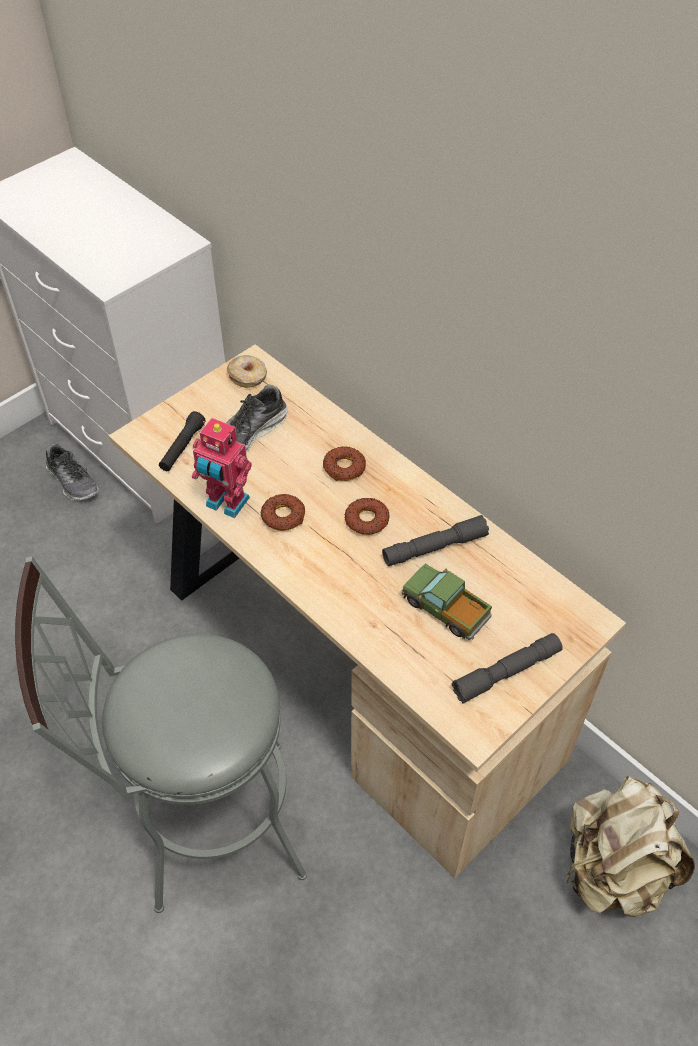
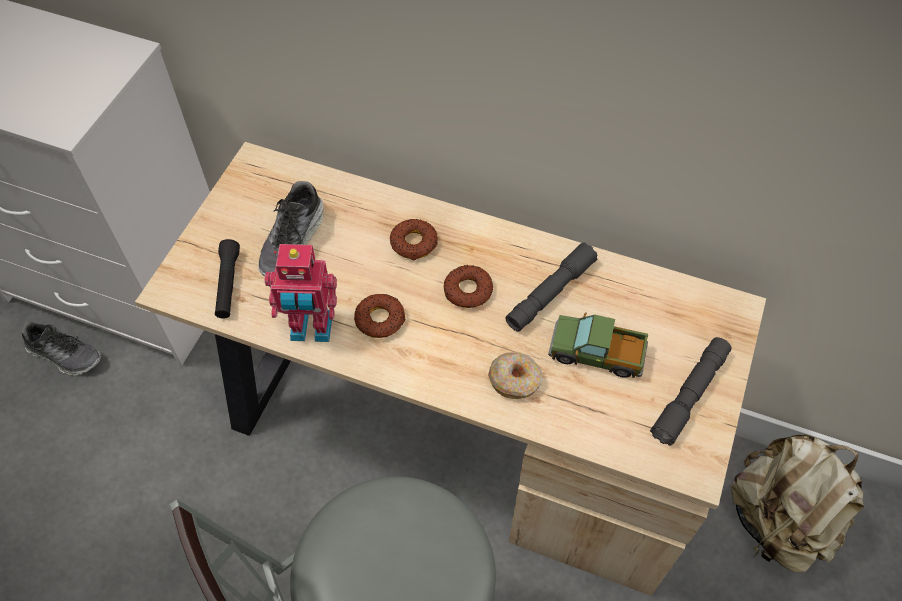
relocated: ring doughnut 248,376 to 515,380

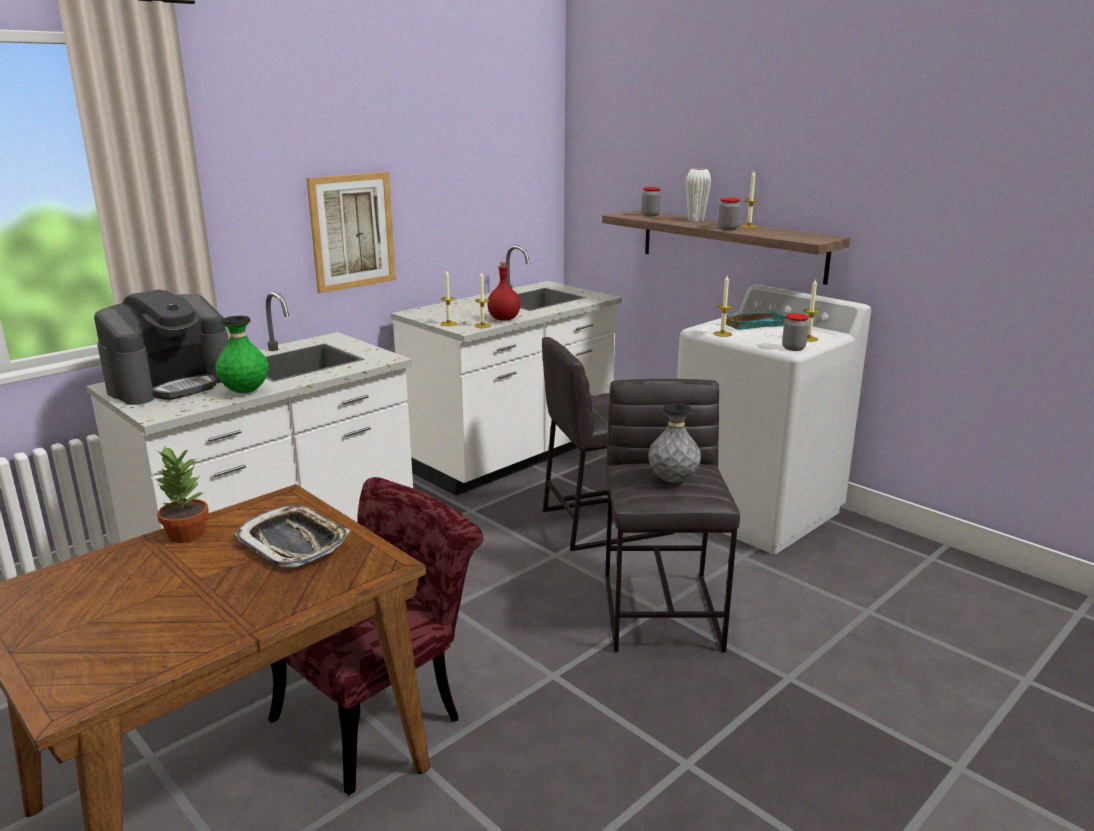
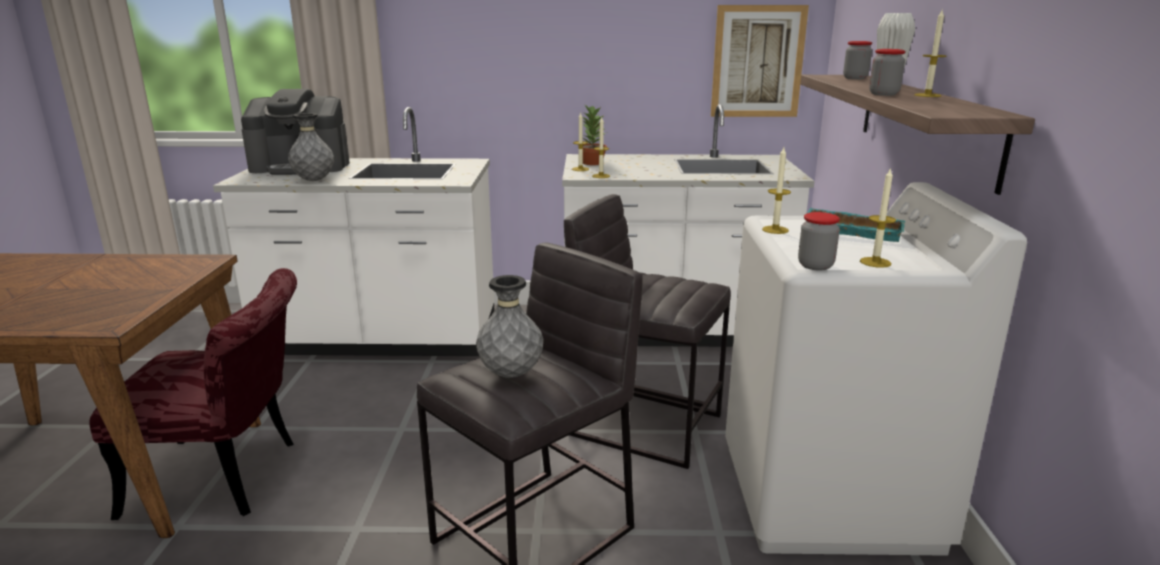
missing: tray 294,543; beverage bottle in red-coloured 504,319
relocated: houseplant 186,534 to 592,163; wall picture 352,231 to 757,62
colour: flower vase in green-coloured 245,392 to flower vase in grey 314,180

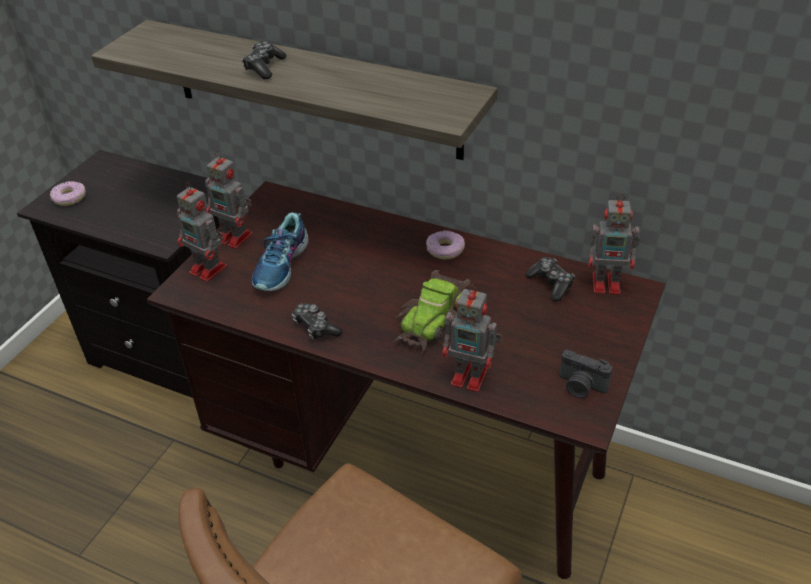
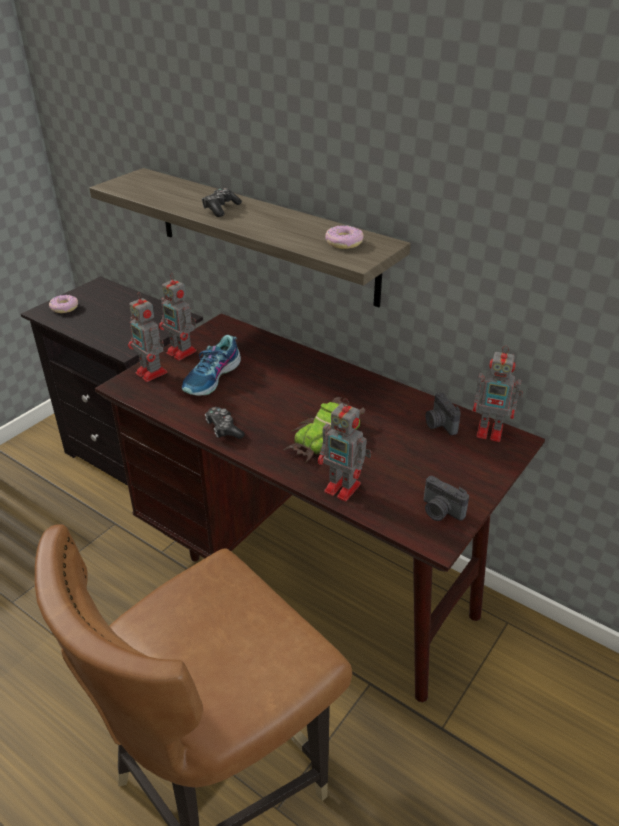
relocated: ring doughnut 445,250 to 344,243
exchanged: game controller 551,284 to still camera 439,424

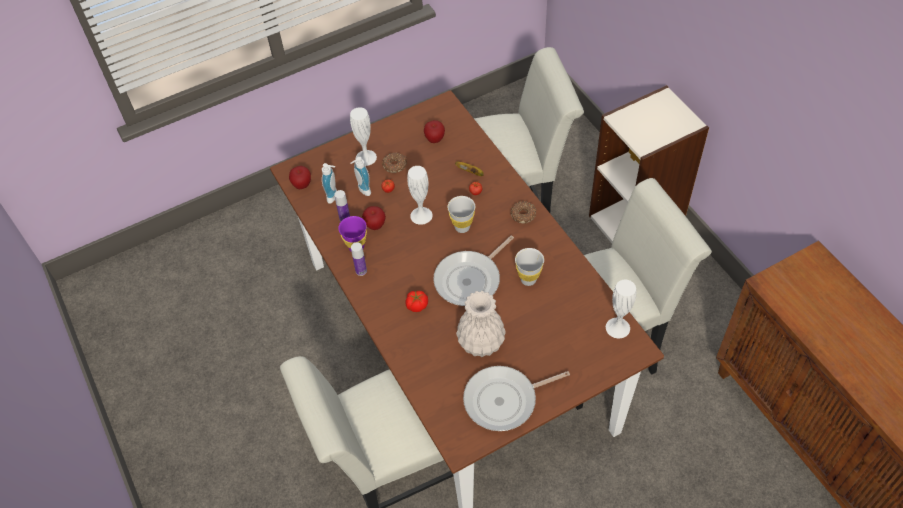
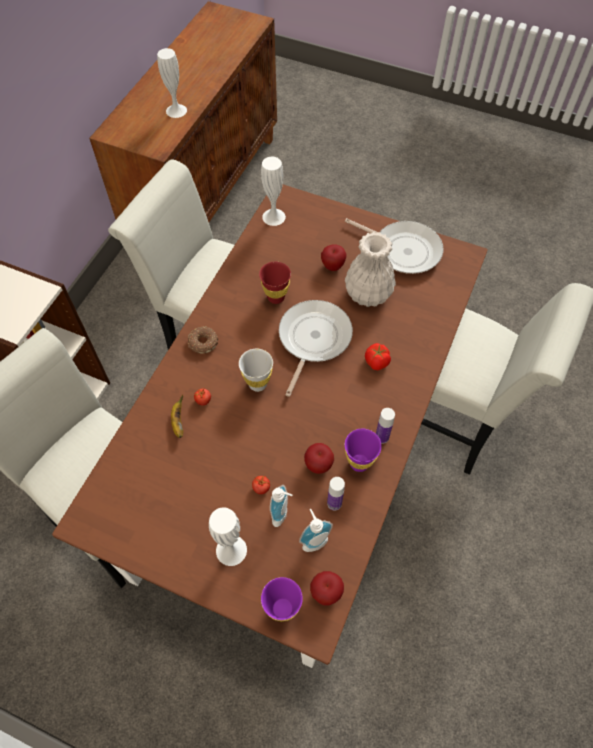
missing: ring doughnut 395,165
appeared: drinking cup in purple 282,609
relocated: flower vase in whitish 421,215 to 176,110; whole apple 434,139 to 332,266
colour: drinking cup in whitish 528,279 to drinking cup in red-coloured 276,297
spun: pan 470,279 = 313,339 75 degrees counterclockwise

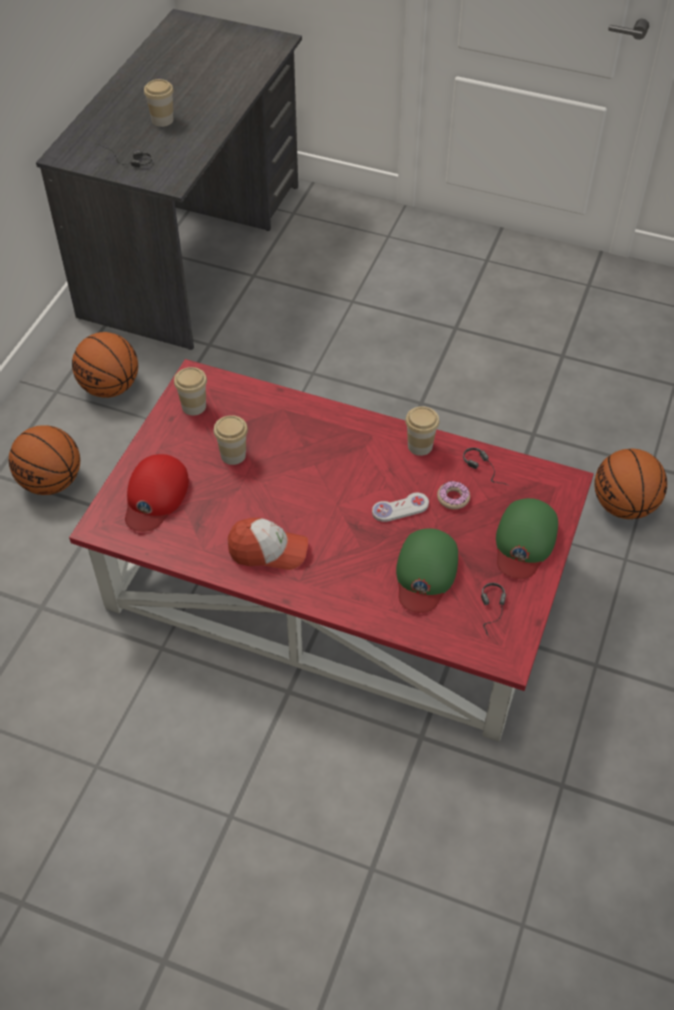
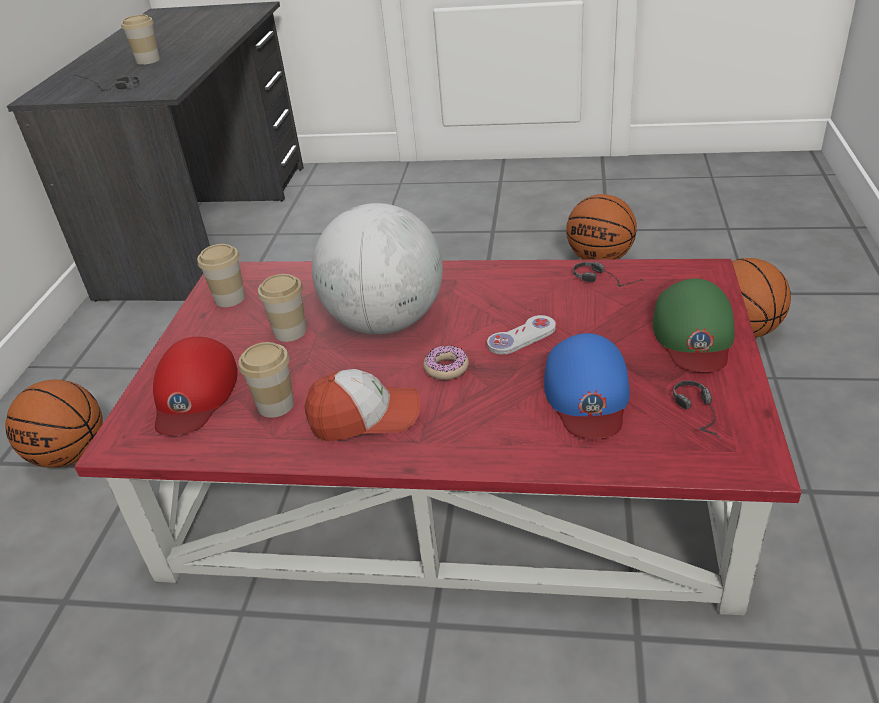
appeared: globe 385,322
relocated: ball for basketball 110,387 to 600,259; drinking cup 420,446 to 275,405; ring doughnut 453,498 to 446,368
colour: peaked cap in green-coloured 425,573 to peaked cap in blue 587,394

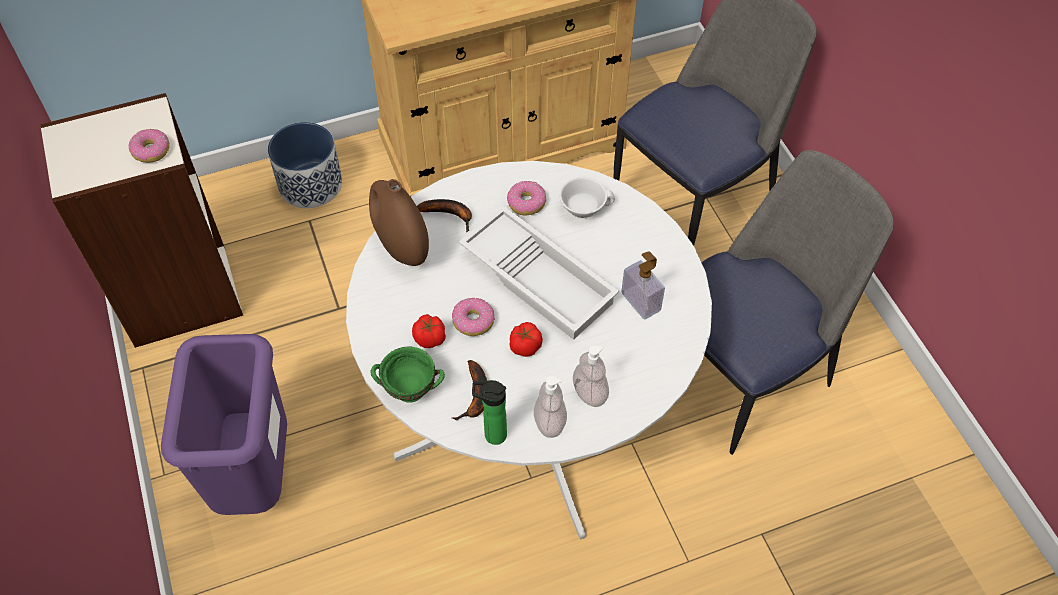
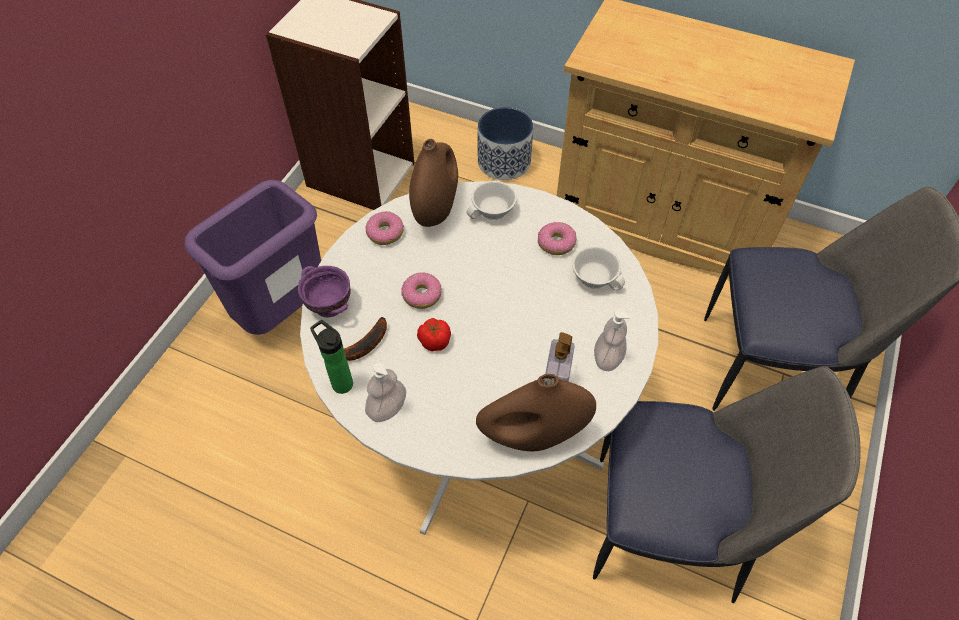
missing: fresh tomato 430,339; tray in whitish 540,278
appeared: flower vase in brown-coloured 532,437
relocated: ring doughnut 151,151 to 385,232; soap dispenser 590,393 to 607,358
exchanged: whole banana 450,214 to drinking cup in whitish 493,212
colour: serving bowl in green-coloured 411,389 to serving bowl in purple 329,307

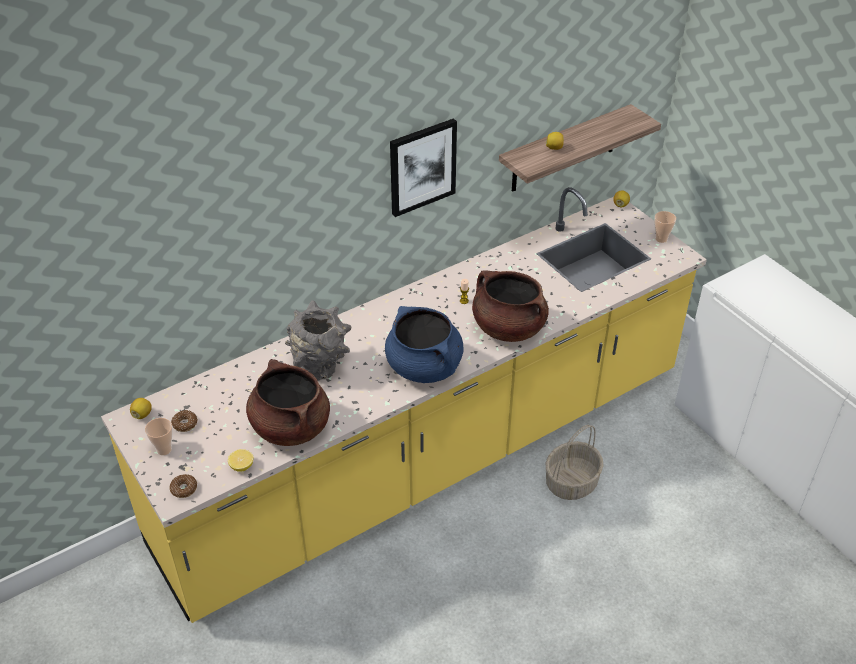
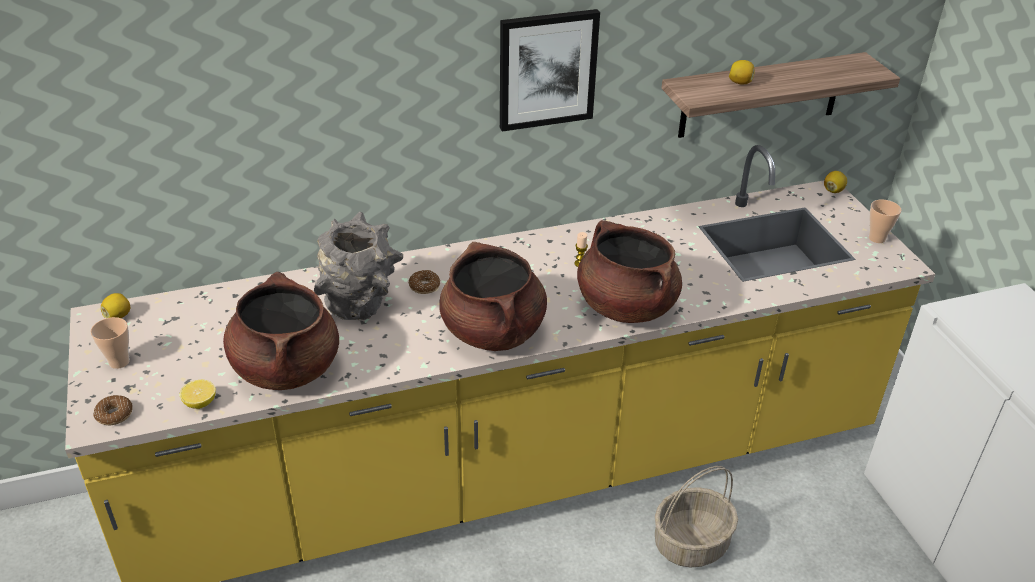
relocated: ring doughnut 185,424 to 424,286
colour: stockpot in blue 424,367 to stockpot in brown-coloured 493,331

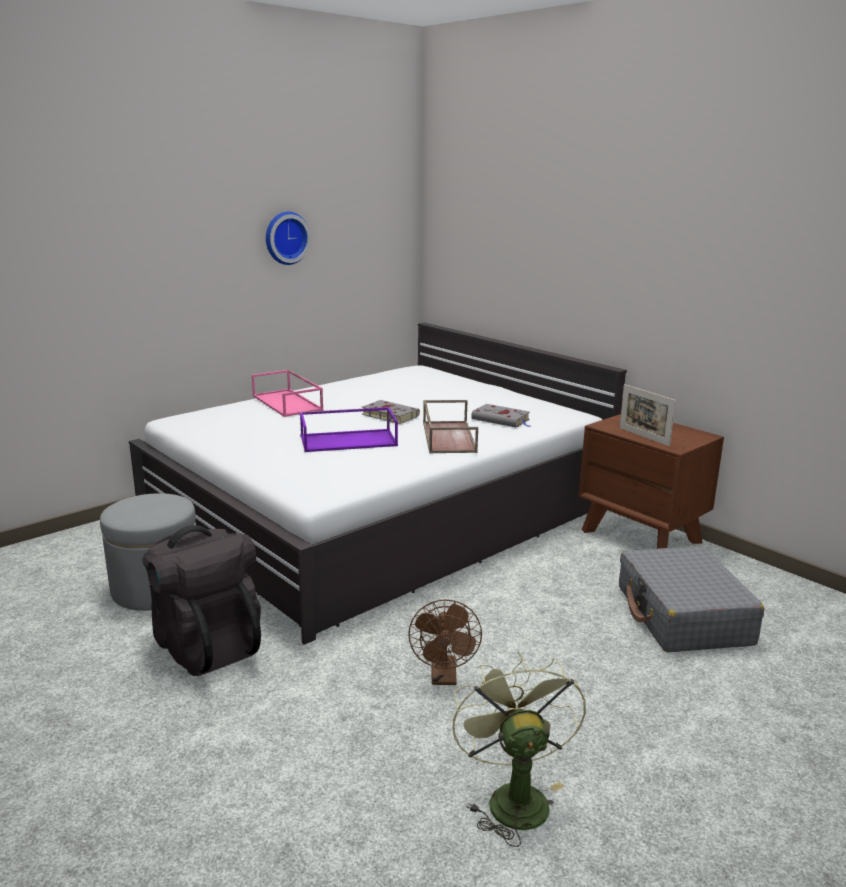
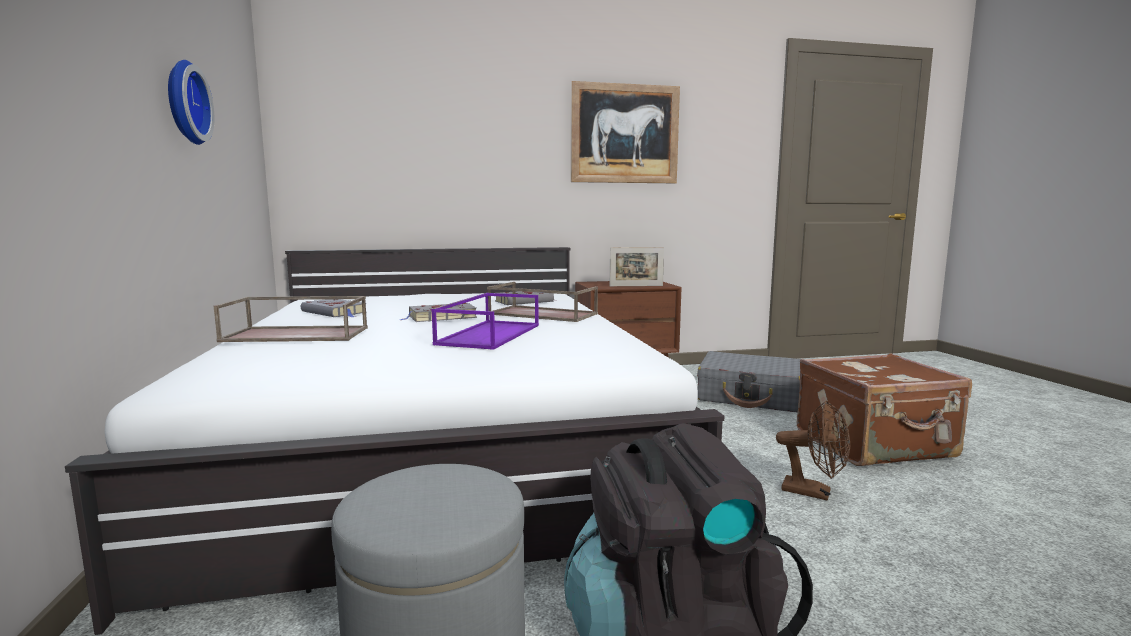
missing: cooling fan in green-coloured 512,796
appeared: book in grey 335,312; wall picture 624,134; piece of luggage in brown-coloured 875,445
colour: tray in pink 288,403 to tray in brown-coloured 298,334

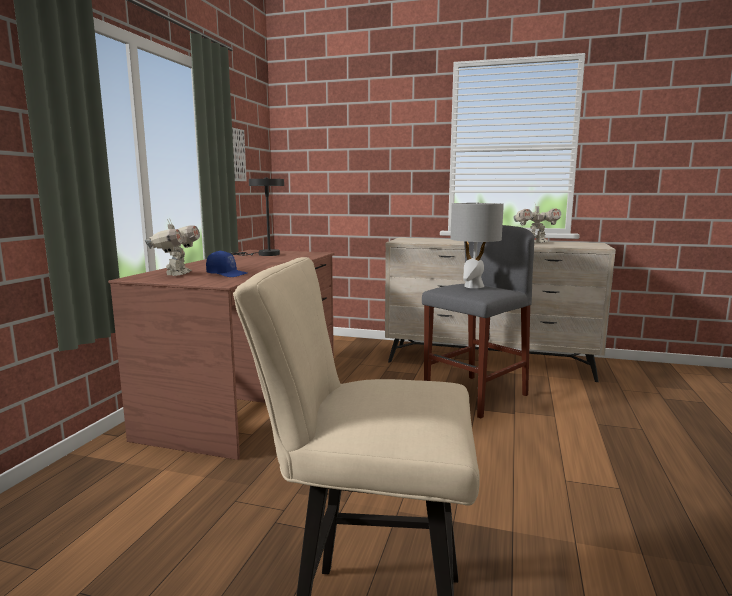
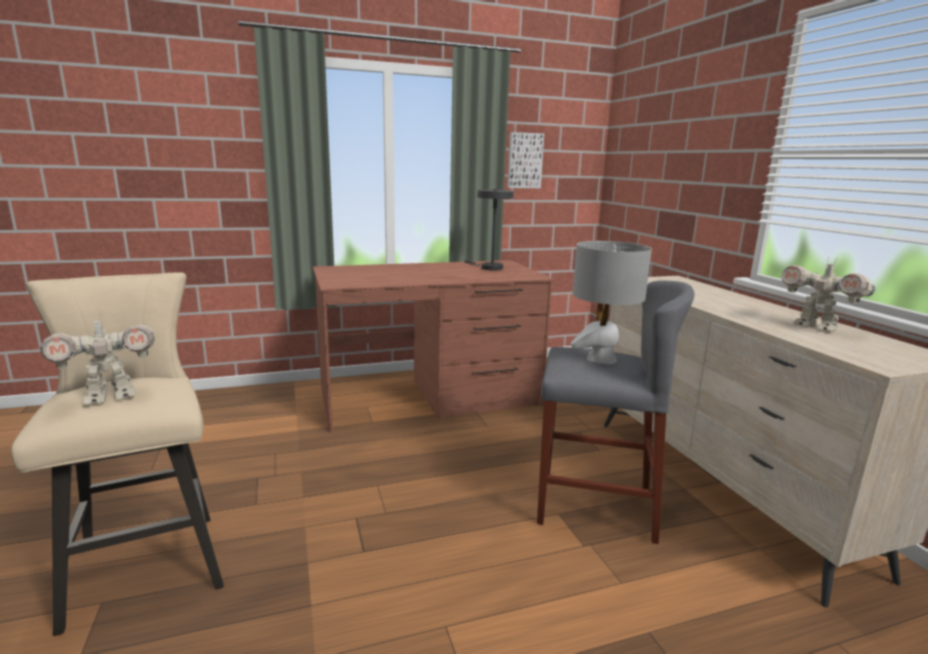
missing: peaked cap in blue 227,274
relocated: model robot 177,274 to 110,396

